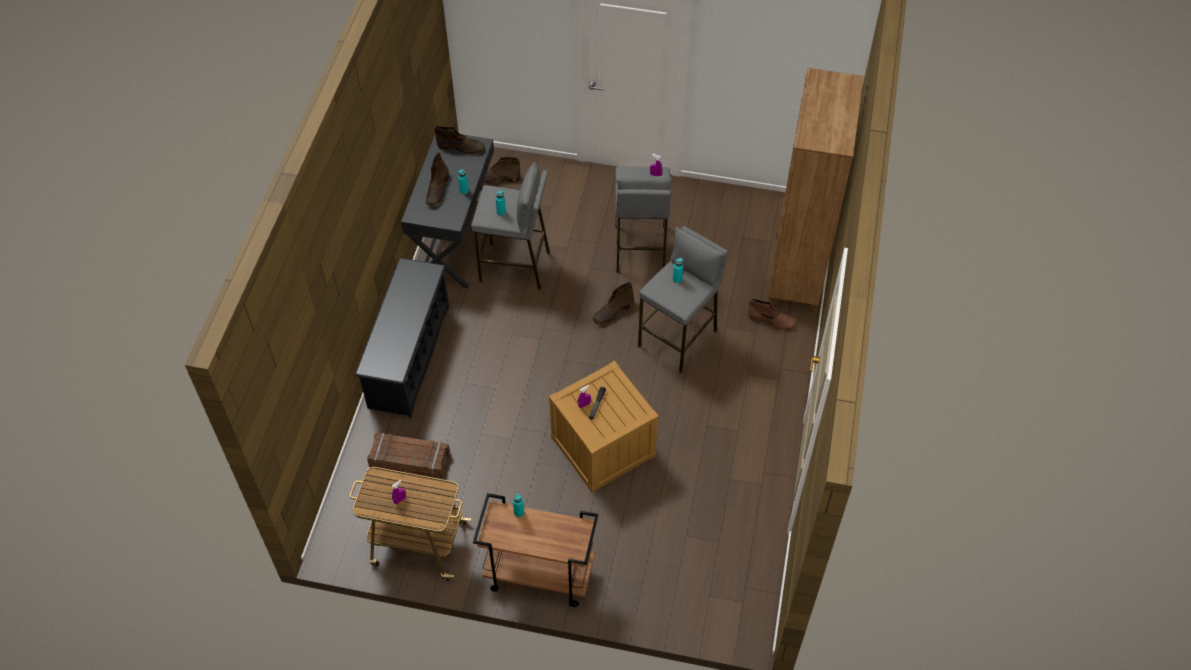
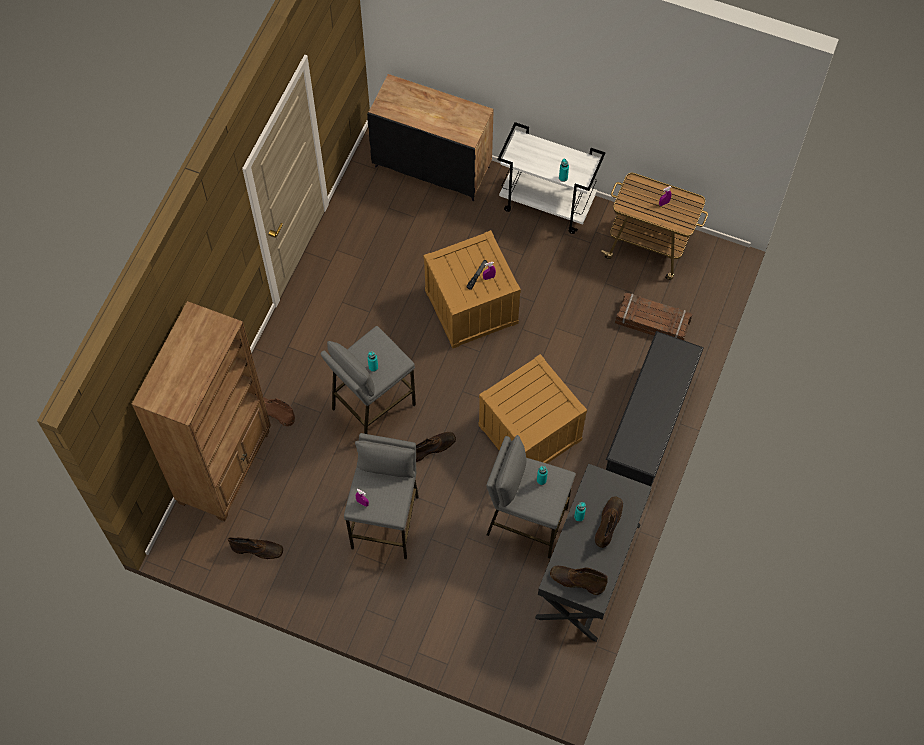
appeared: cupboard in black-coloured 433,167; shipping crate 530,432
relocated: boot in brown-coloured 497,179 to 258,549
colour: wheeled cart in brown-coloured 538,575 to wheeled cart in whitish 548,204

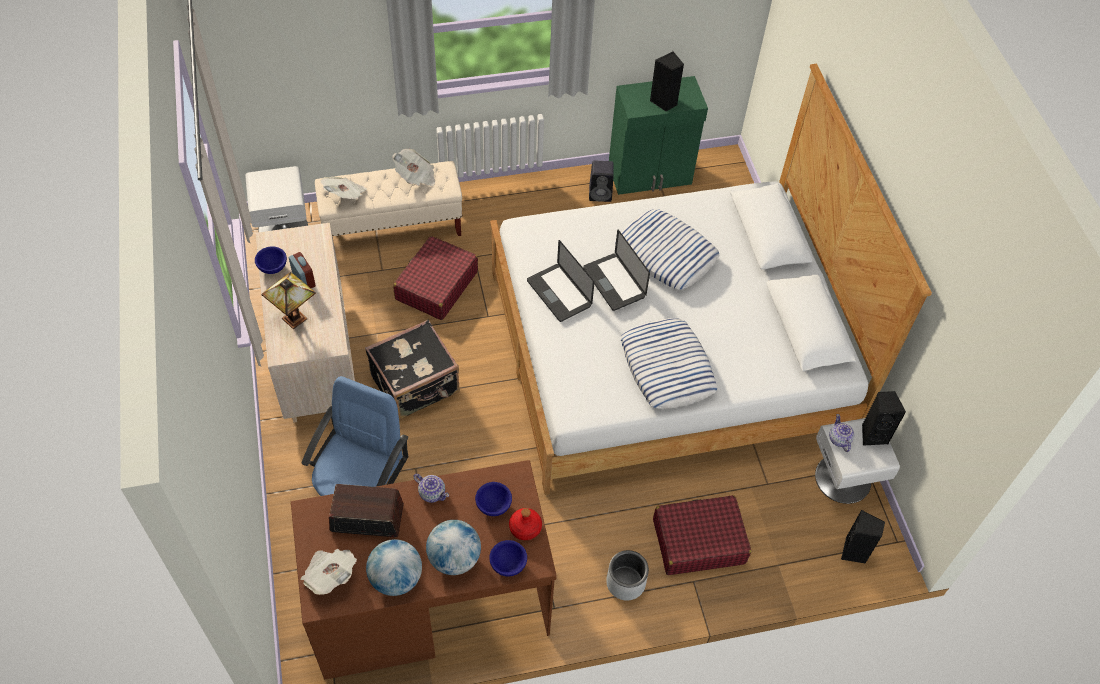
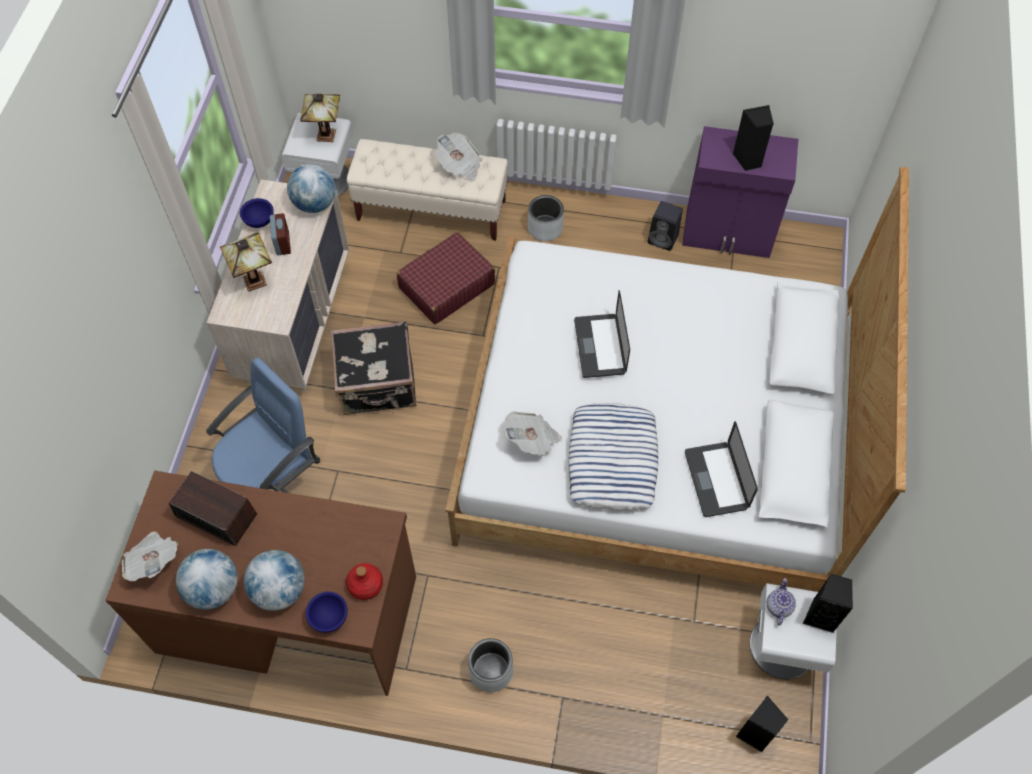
missing: tea pot 432,493; serving bowl in blue 493,506; pillow 666,254; piece of luggage in red-coloured 698,541
appeared: globe 315,204; table lamp 327,136; flower pot in grey 545,228
relocated: newspaper 345,195 to 532,440; notebook computer 559,293 to 716,480
colour: cupboard in green-coloured 650,175 to cupboard in purple 728,234

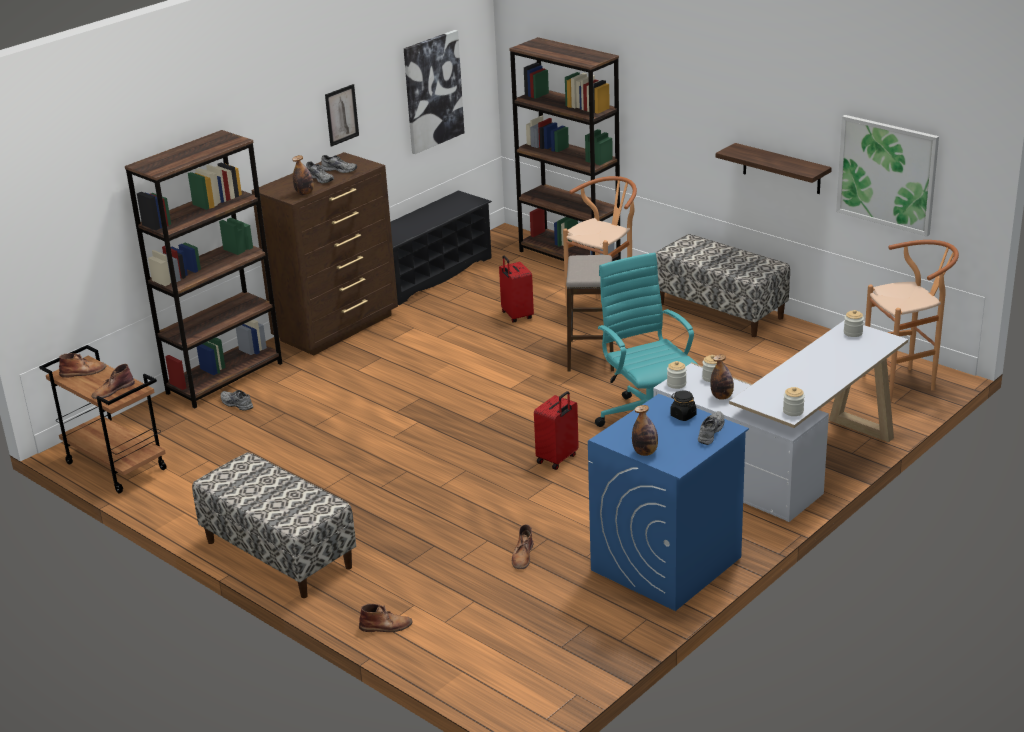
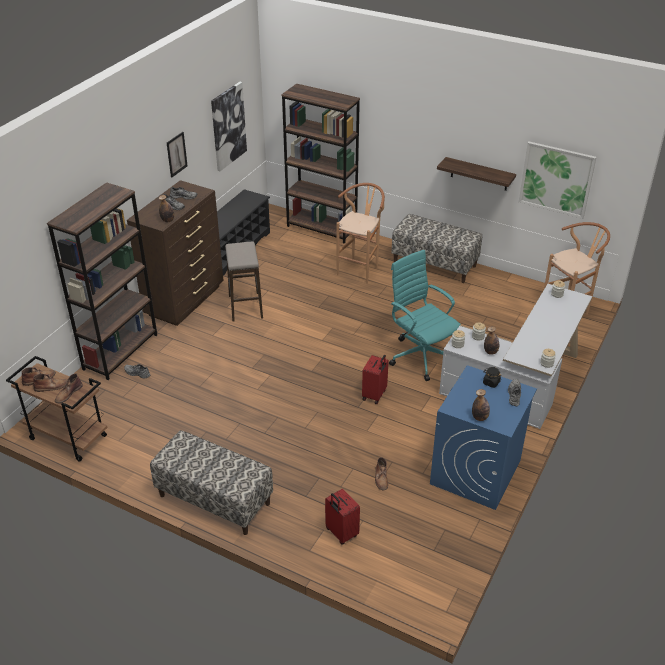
relocated: boot in brown-coloured 386,626 to 51,386; piece of luggage in red-coloured 516,316 to 341,533; sitting stool 591,355 to 246,307

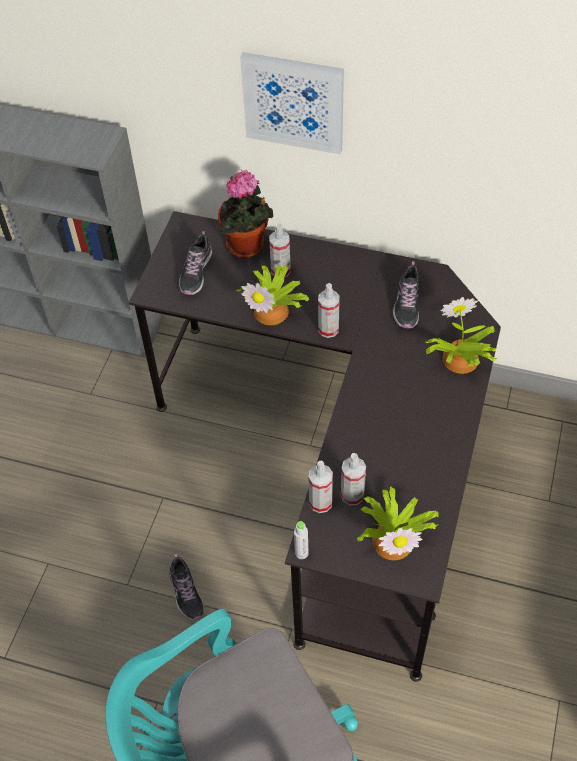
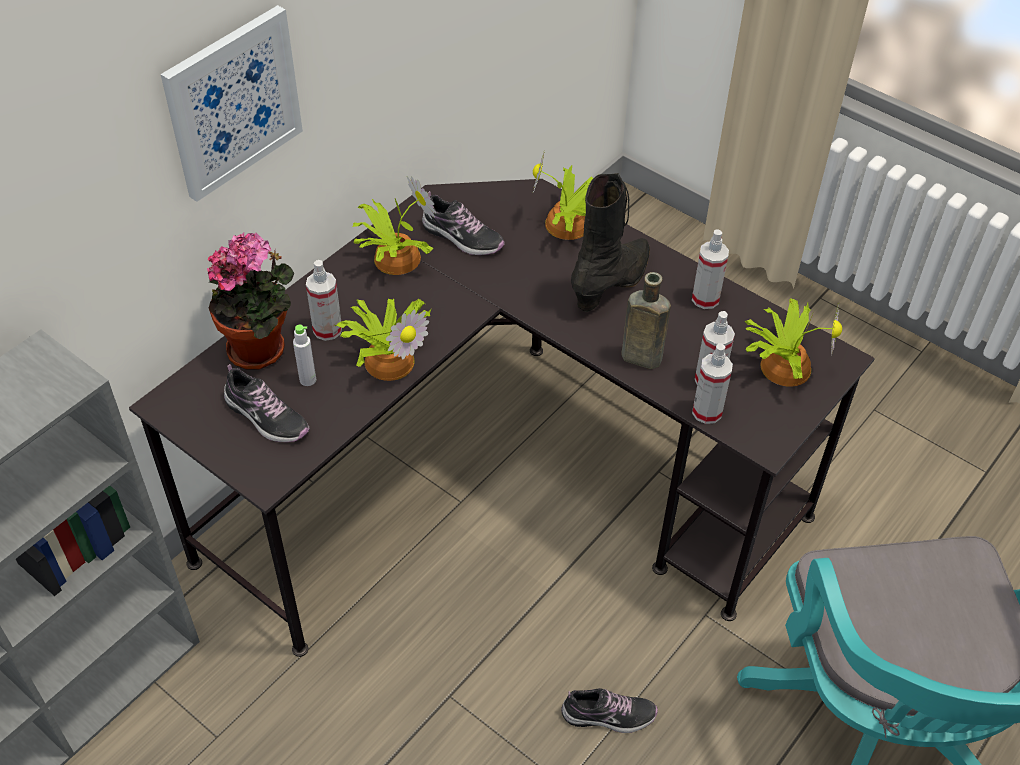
appeared: houseplant 394,258; boot in black-coloured 612,284; beverage bottle in brown-coloured 638,357
relocated: beverage bottle in grey 301,553 to 308,380; sprayer 328,329 to 705,299

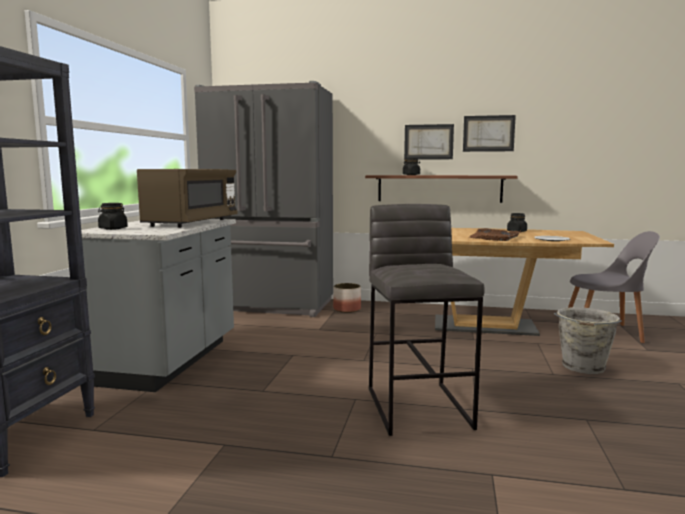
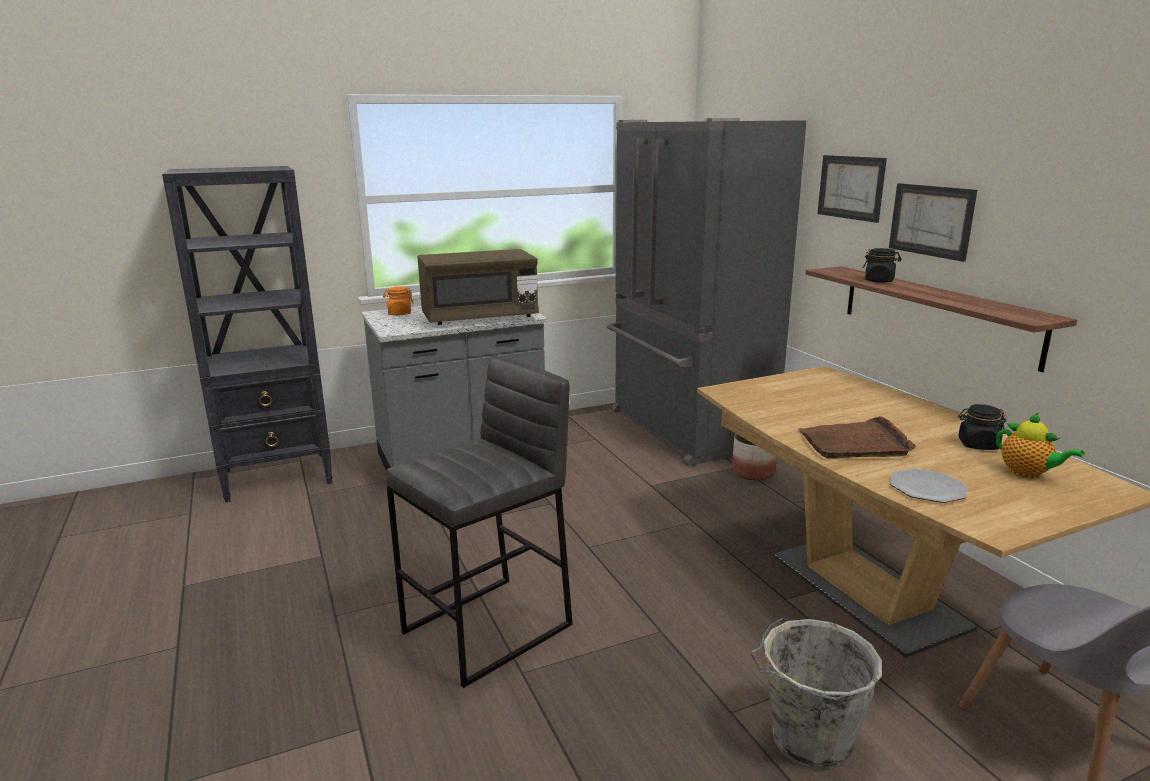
appeared: tea pot 1028,473
relocated: wall picture 488,133 to 851,187
colour: storage jar in black-coloured 113,228 to storage jar in orange 399,313

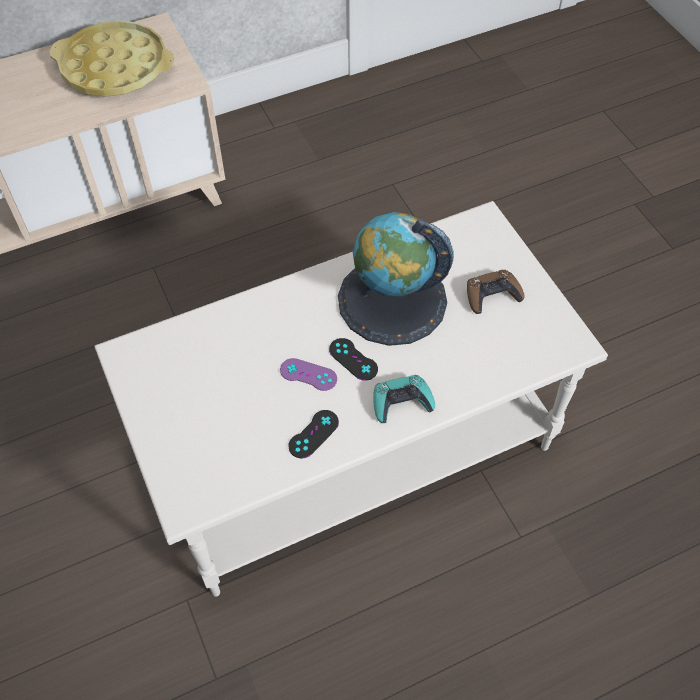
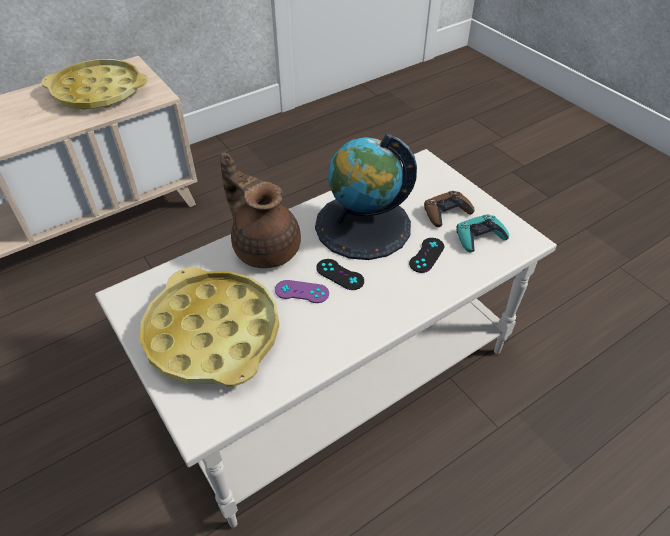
appeared: tray in yellow-coloured 212,334; tea pot in brown-coloured 265,247
relocated: game controller in black-coloured 313,434 to 426,255; game controller in turquoise 401,402 to 479,237

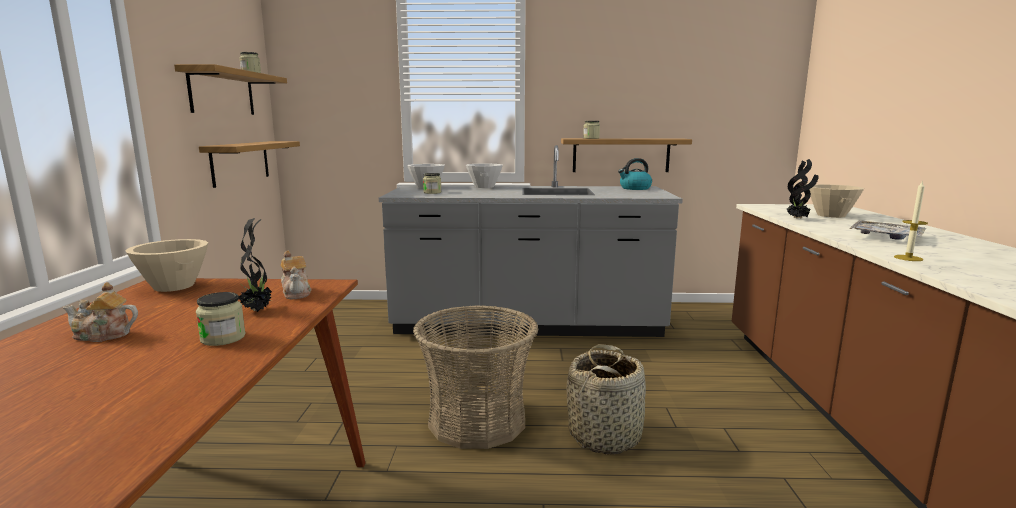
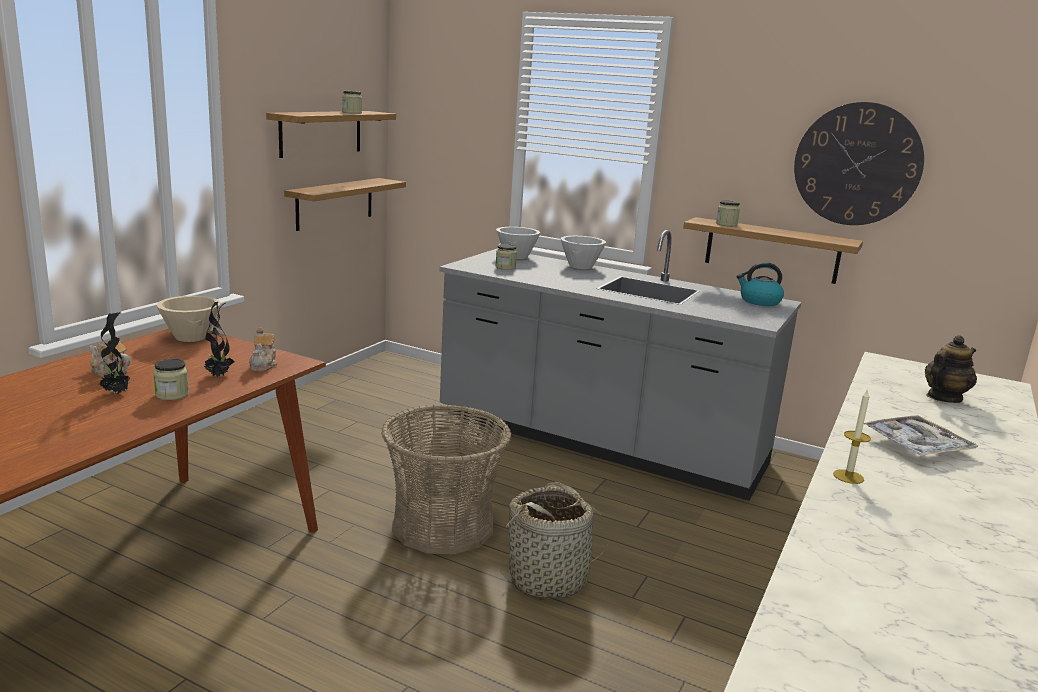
appeared: clock on the wall 857,164
relocated: houseplant 798,219 to 117,393
exchanged: serving bowl in sand-coloured 830,215 to tea pot 943,398

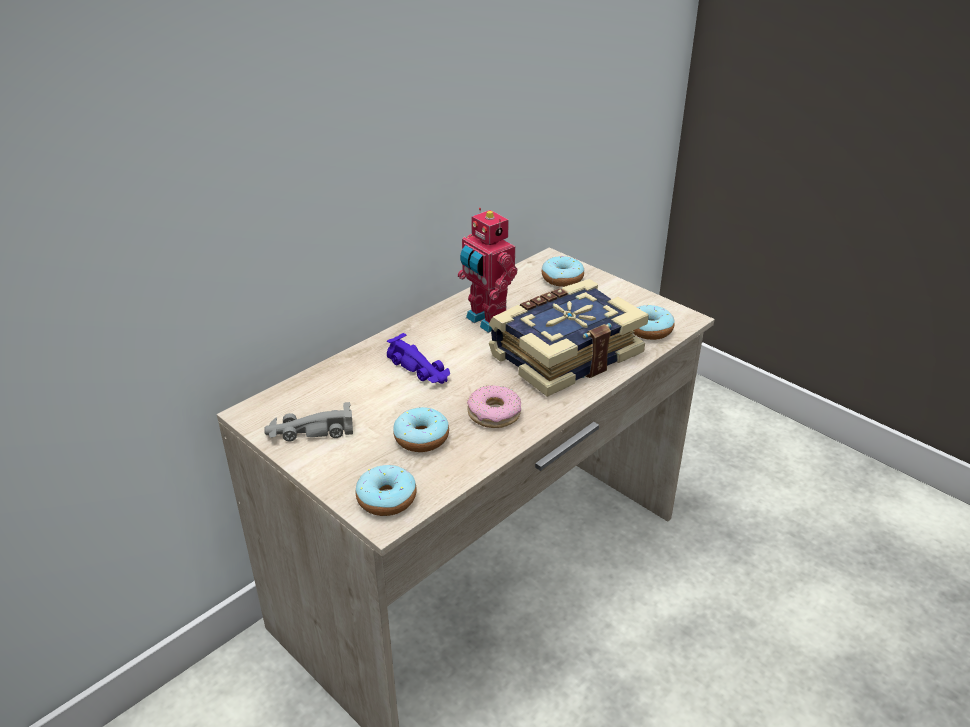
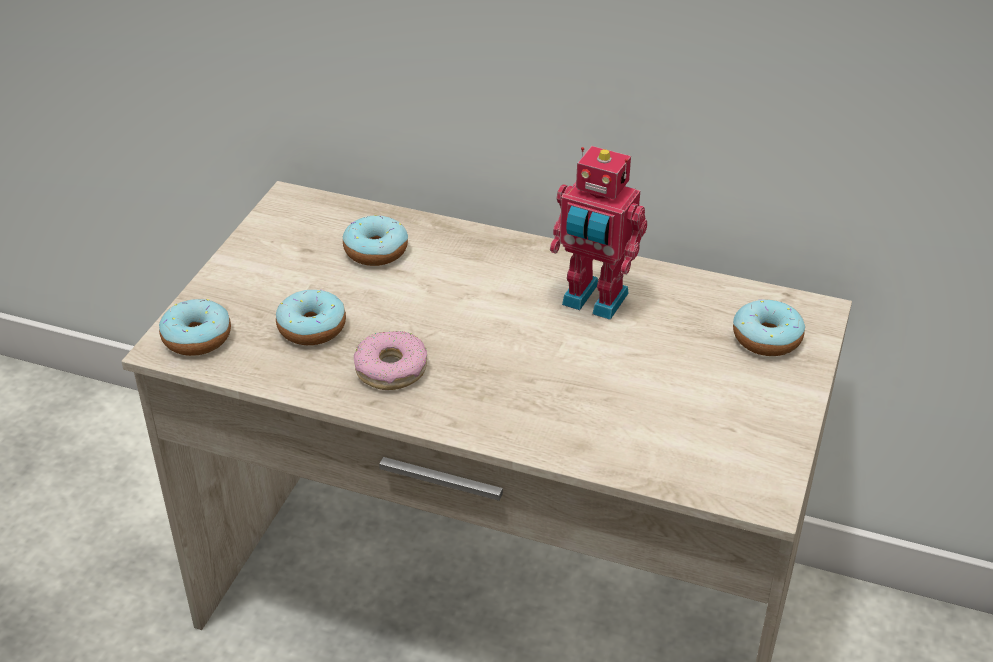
missing: miniature car in grey 309,432; miniature car in purple 420,369; book 563,353
relocated: ring doughnut 649,330 to 376,251
spun: model robot 486,321 = 593,301 90 degrees counterclockwise

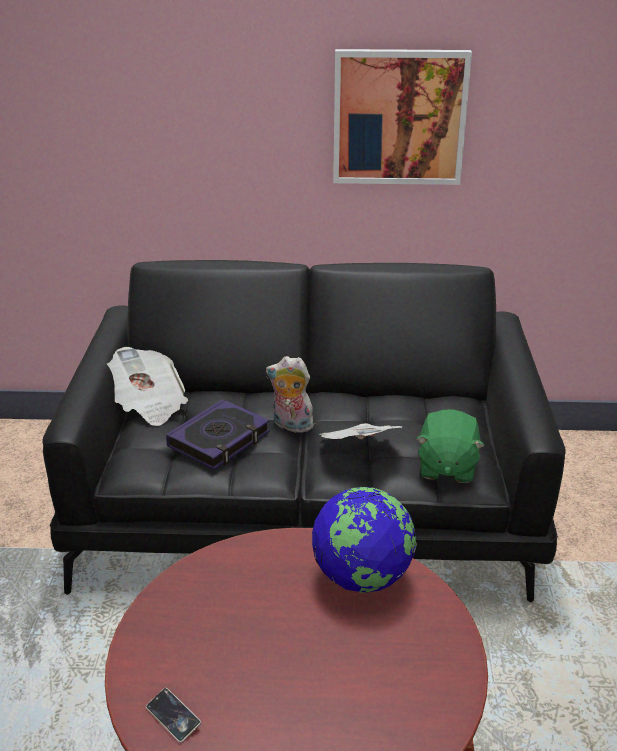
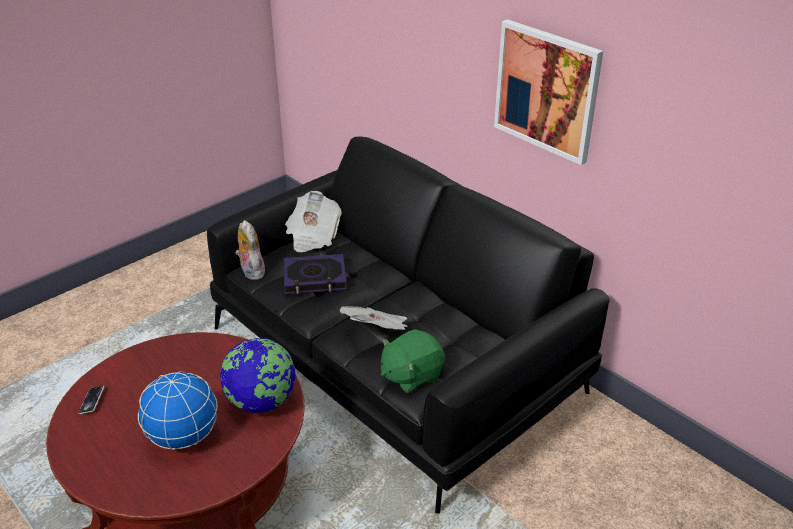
appeared: globe 184,436
relocated: plush toy 290,426 to 251,271

